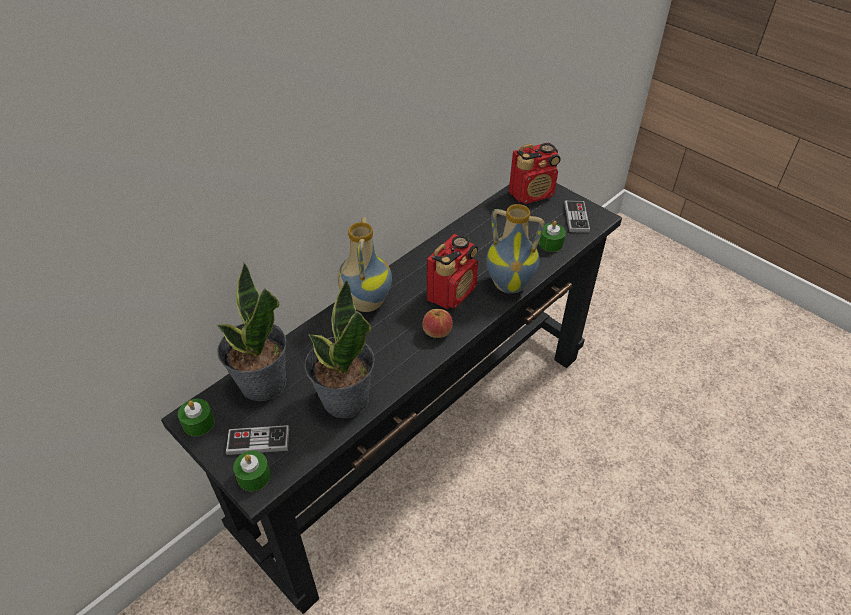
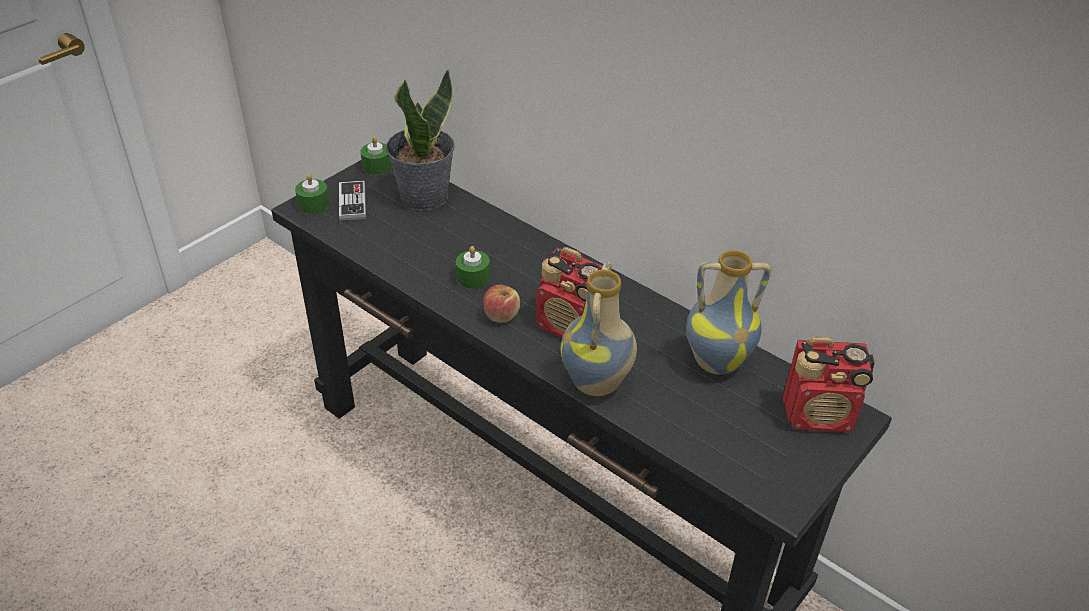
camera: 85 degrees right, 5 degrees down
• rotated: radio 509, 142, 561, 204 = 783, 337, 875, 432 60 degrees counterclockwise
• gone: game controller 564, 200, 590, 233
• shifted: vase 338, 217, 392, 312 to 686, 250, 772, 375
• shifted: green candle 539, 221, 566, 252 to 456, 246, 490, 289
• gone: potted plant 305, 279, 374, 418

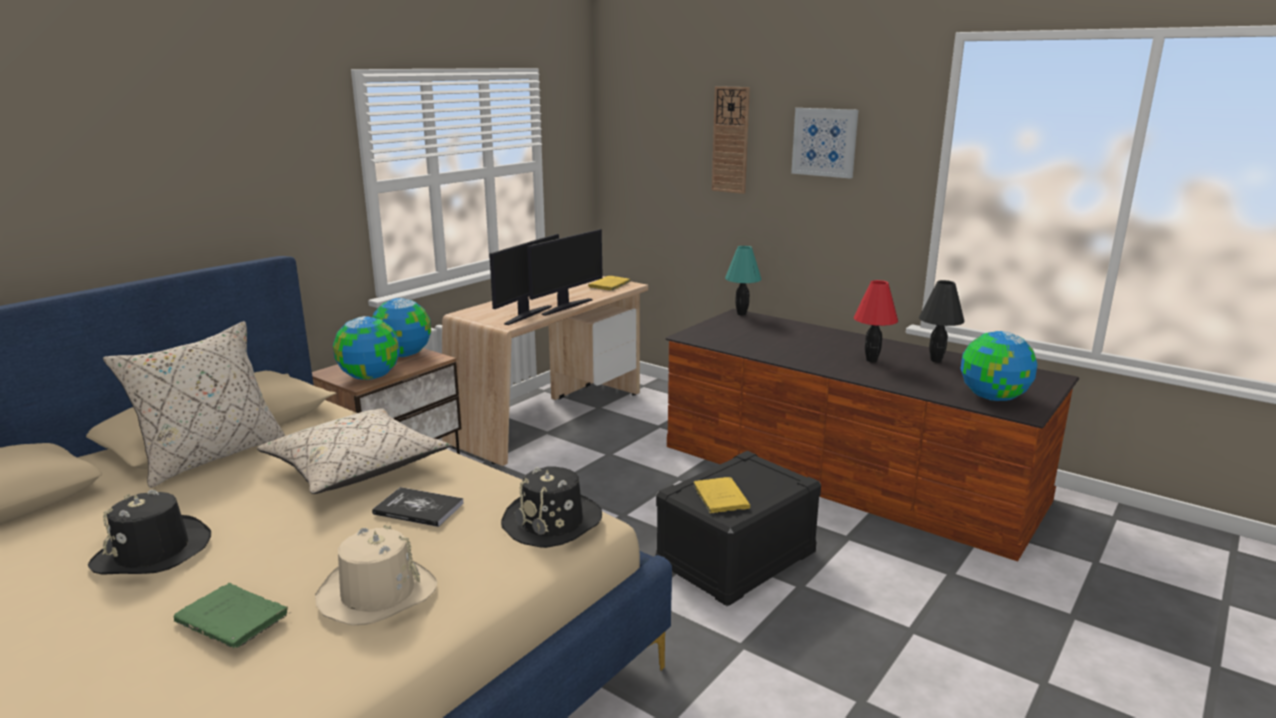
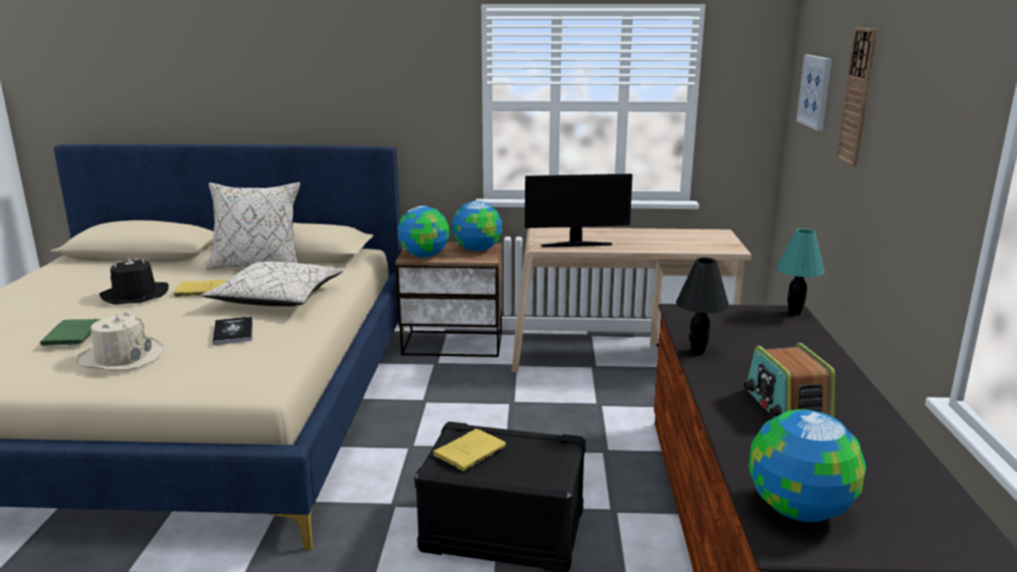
camera: 55 degrees right, 0 degrees up
• shifted: picture 791, 108, 858, 179 to 796, 55, 832, 131
• gone: monitor 527, 229, 603, 316
• shifted: yellow book 588, 276, 631, 291 to 174, 280, 227, 297
• swapped: red table lamp 854, 280, 898, 362 to radio 744, 343, 835, 418
• shifted: black table lamp 919, 280, 964, 363 to 676, 257, 729, 355
• gone: black hat 501, 466, 602, 548

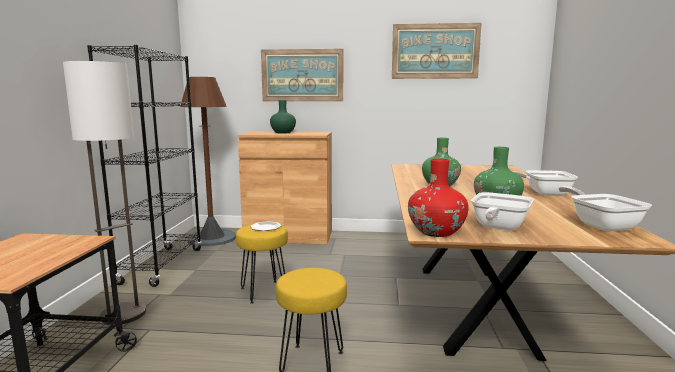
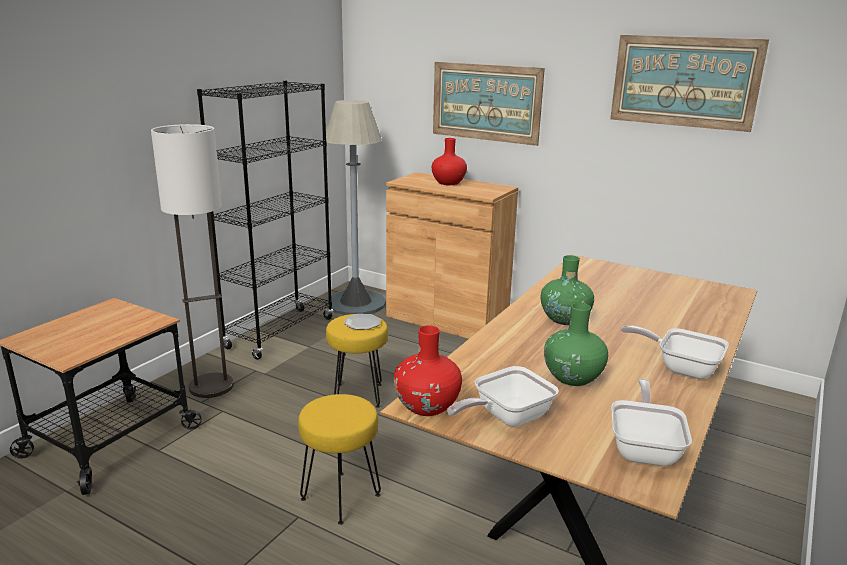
camera: 25 degrees right, 10 degrees up
• repainted: brown floor lamp 180, 77, 236, 247 to grey floor lamp 326, 100, 386, 315
• repainted: green vase 270, 100, 296, 133 to red vase 432, 138, 467, 185

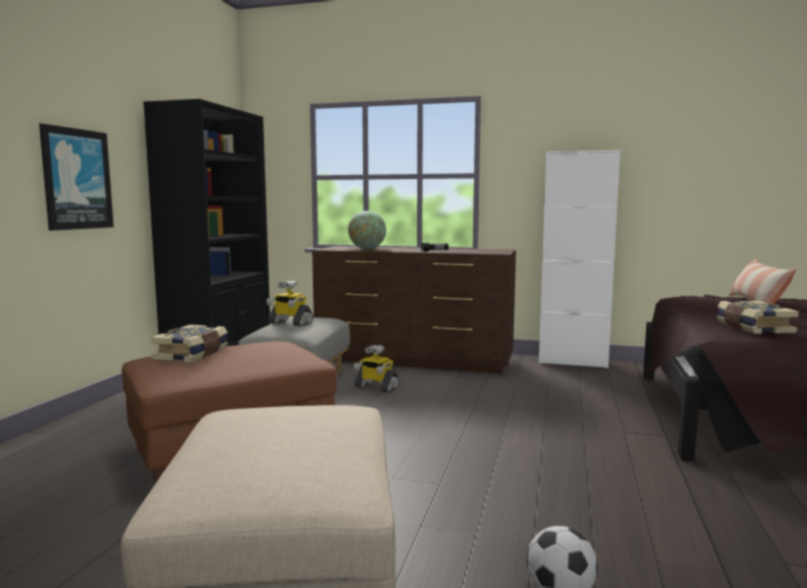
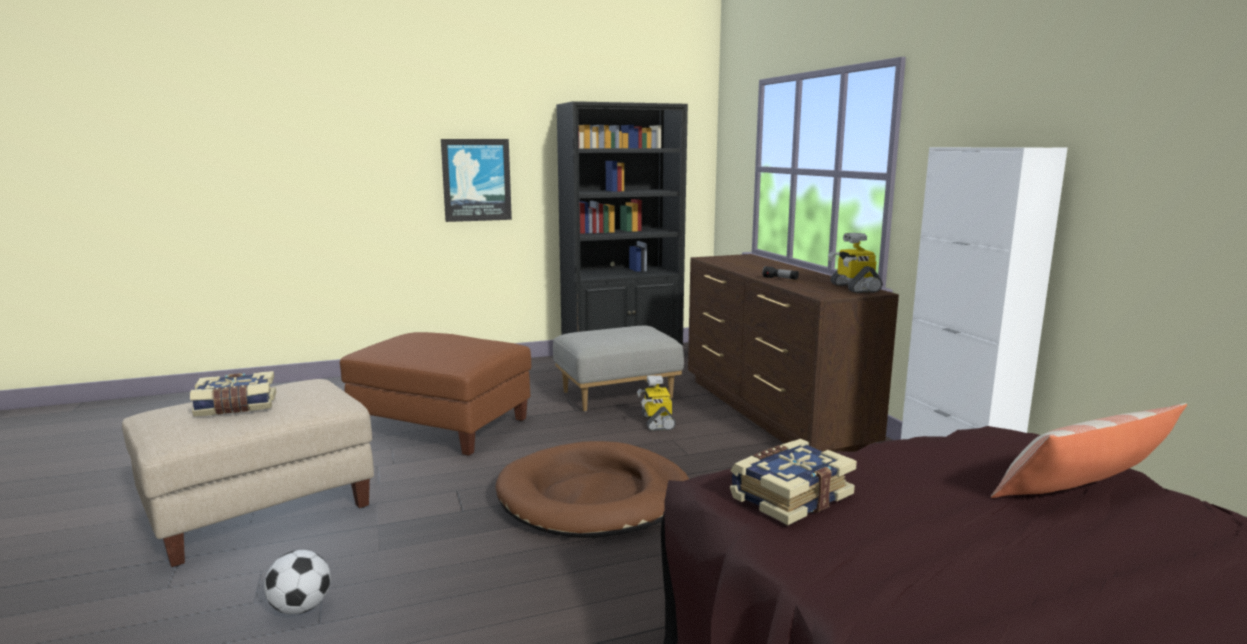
camera: 55 degrees right, 5 degrees up
• gone: globe 348, 211, 386, 249
• shifted: toy robot 266, 280, 313, 326 to 828, 233, 883, 293
• shifted: book 151, 325, 228, 363 to 190, 371, 276, 416
• new: brown dog bed 495, 441, 689, 538

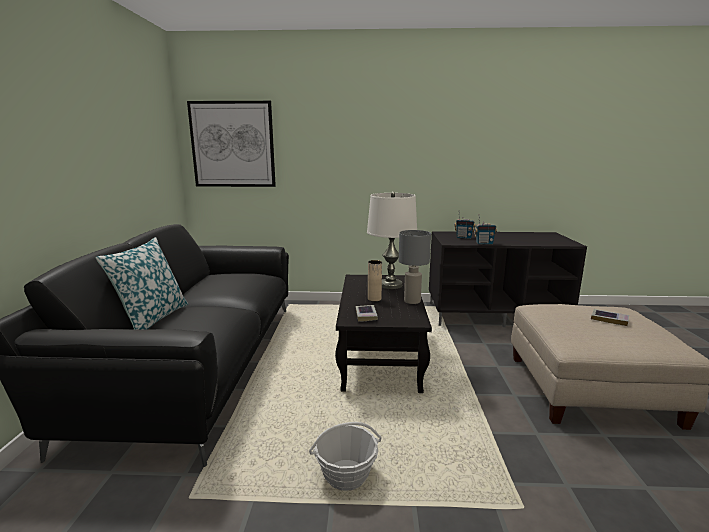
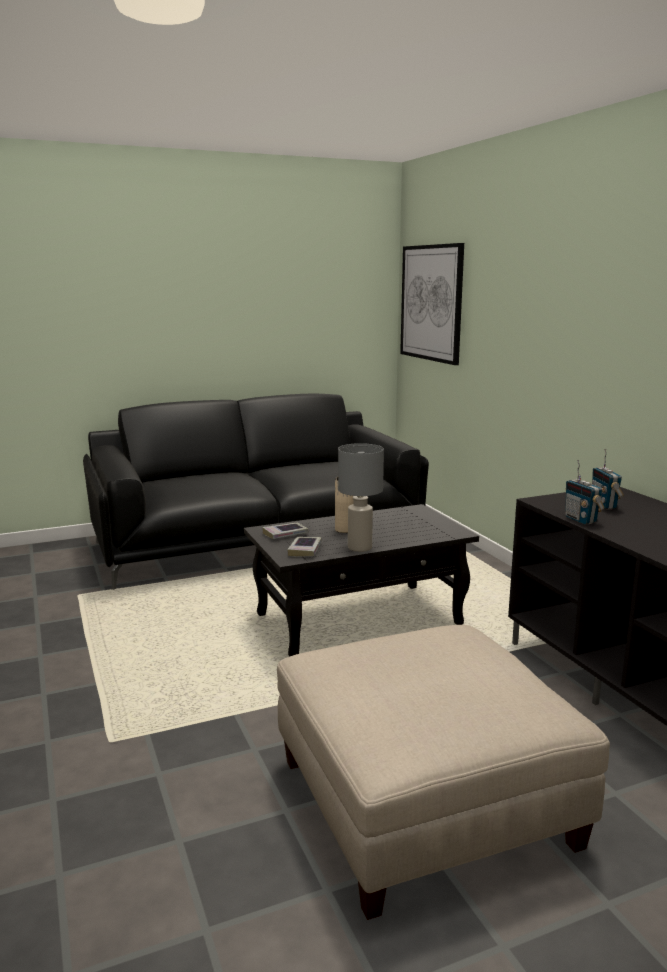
camera: 65 degrees right, 0 degrees up
• gone: white table lamp 367, 192, 417, 289
• gone: pillow 95, 237, 188, 330
• shifted: book 591, 309, 629, 326 to 287, 537, 322, 556
• gone: basket 309, 422, 381, 491

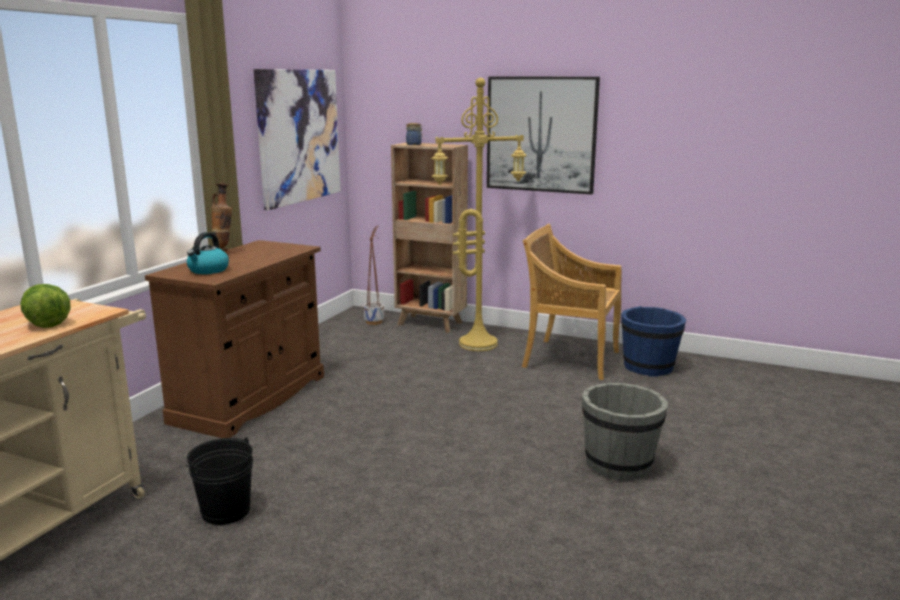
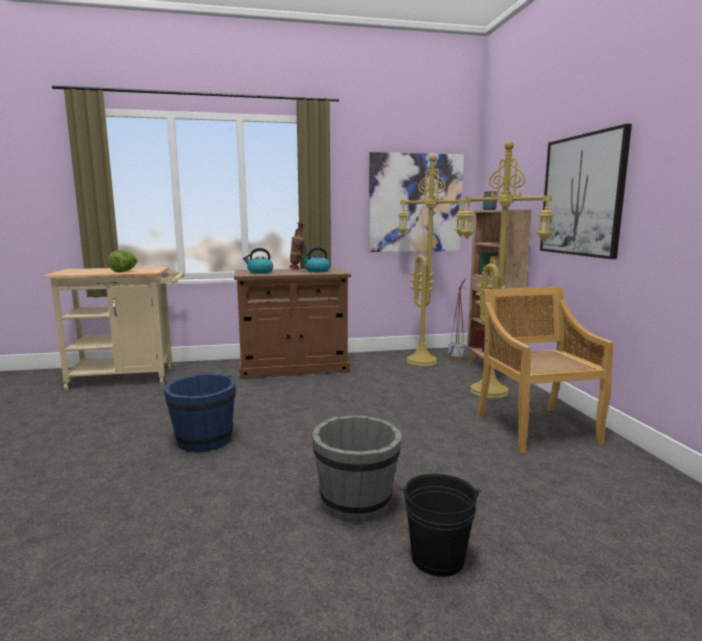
camera: 55 degrees right, 5 degrees down
• shifted: blue bucket 621, 306, 686, 376 to 163, 373, 236, 453
• shifted: black bucket 186, 437, 253, 525 to 400, 474, 481, 577
• new: yellow floor lamp 397, 154, 466, 366
• new: kettle 302, 247, 330, 272

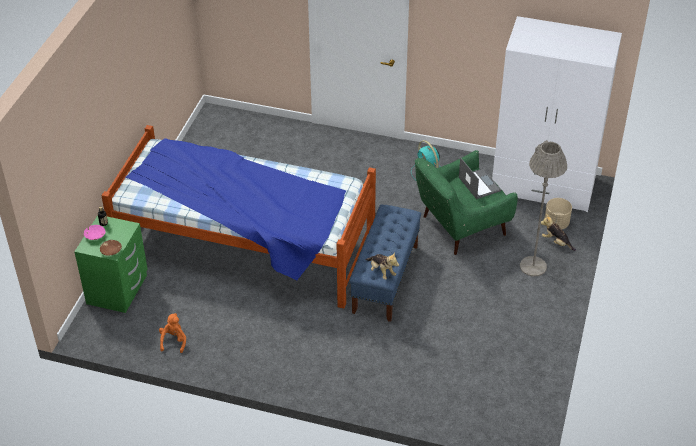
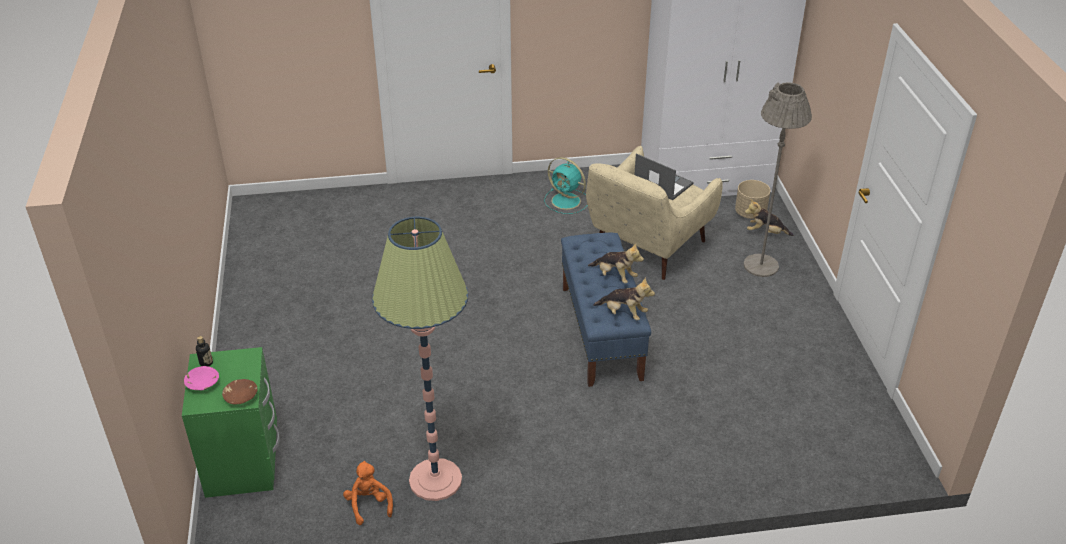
camera: 25 degrees left, 5 degrees down
• gone: bed 101, 125, 376, 309
• repainted: green armchair 415, 150, 518, 255 to beige armchair 586, 146, 723, 280
• new: floor lamp 372, 217, 468, 501
• new: plush toy 588, 243, 644, 283

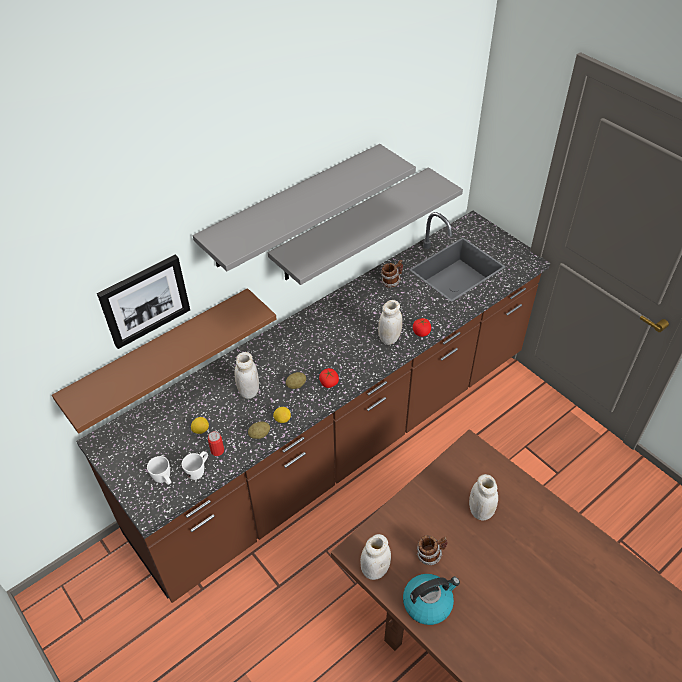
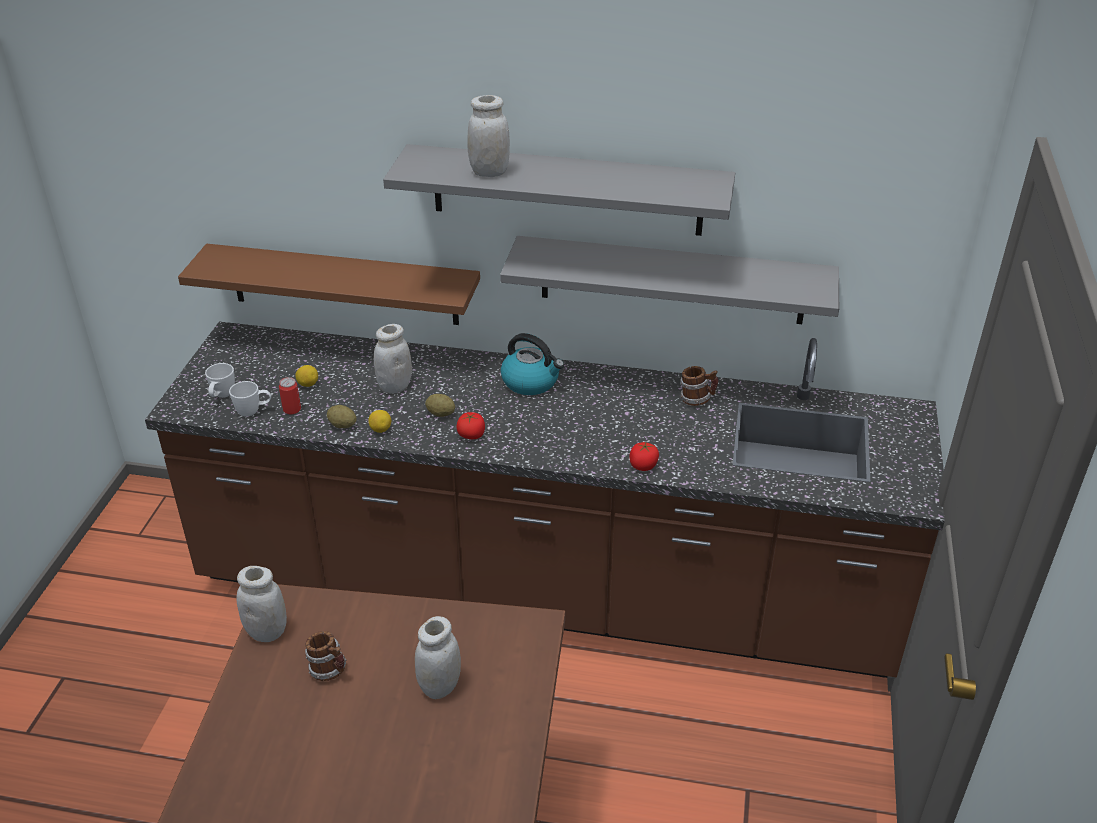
camera: 50 degrees right, 10 degrees down
• gone: picture 97, 255, 190, 349
• shifted: white jar 378, 300, 403, 345 to 467, 95, 510, 177
• shifted: kettle 403, 574, 460, 625 to 501, 333, 564, 395

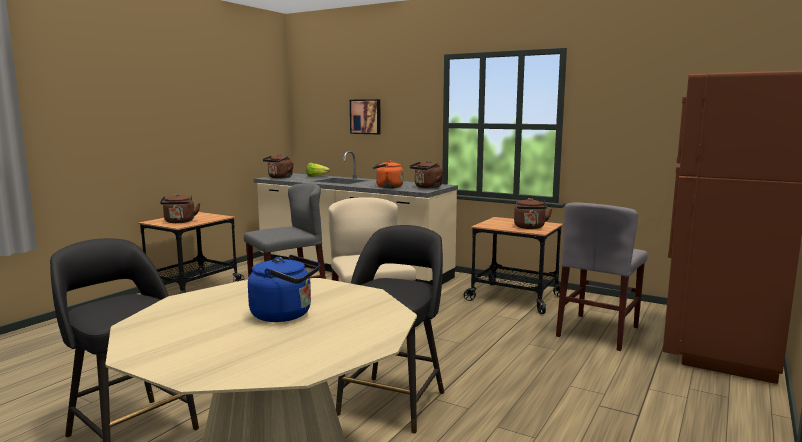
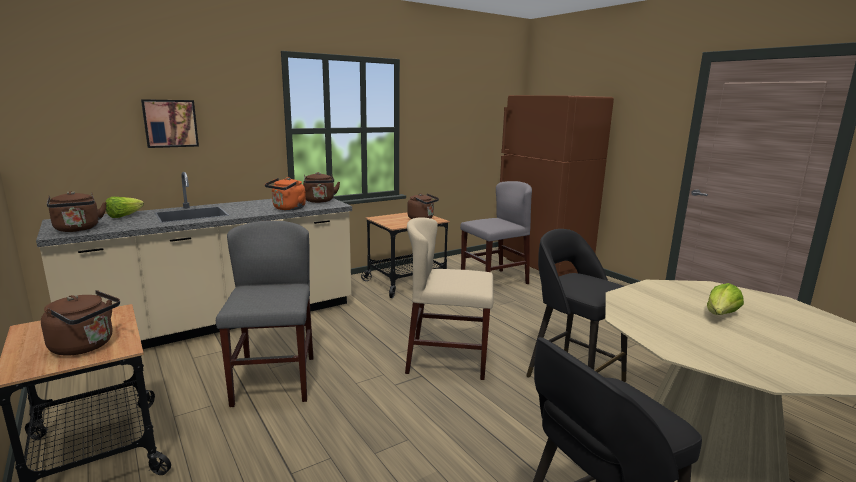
camera: 65 degrees left, 5 degrees up
• rotated: grey chair 556, 202, 648, 351 = 460, 181, 532, 284 90 degrees counterclockwise
• swapped: blue kettle 248, 255, 320, 322 to lettuce 707, 283, 744, 315

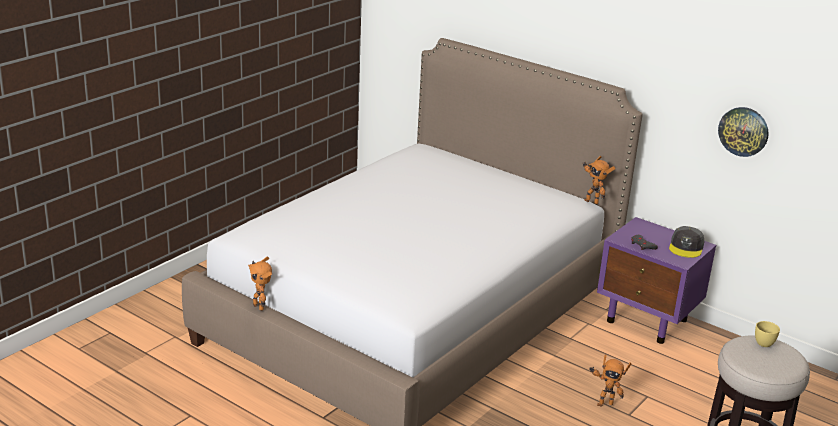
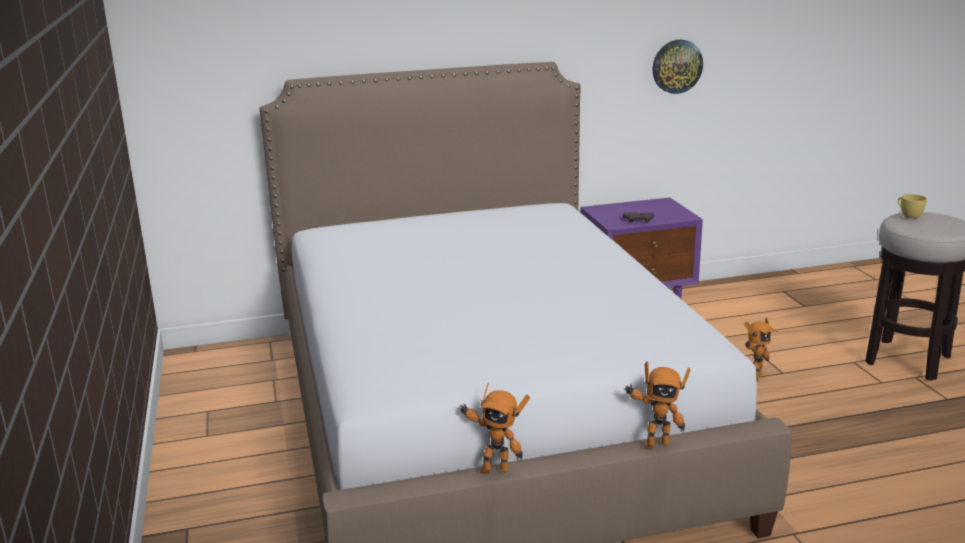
camera: 50 degrees left, 5 degrees down
• shifted: toy robot 582, 156, 615, 204 to 624, 362, 690, 450
• gone: grey cap 669, 226, 705, 258

